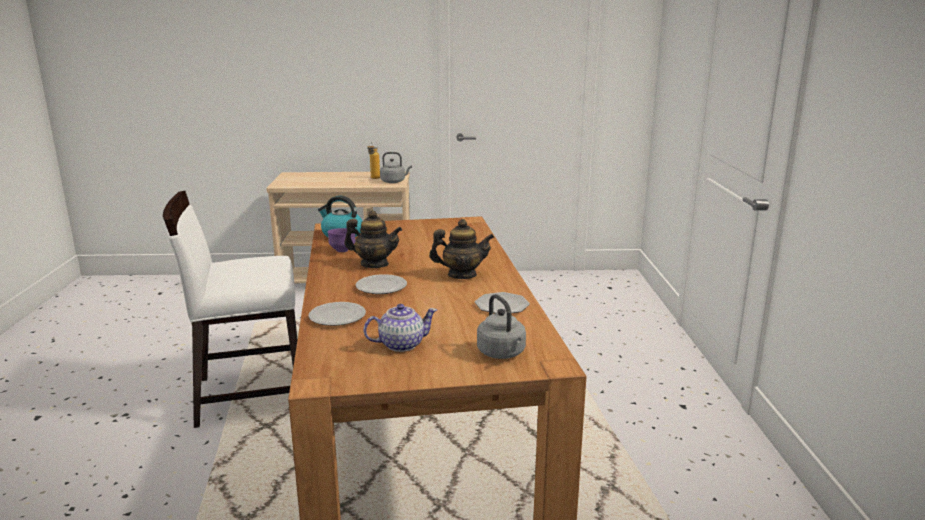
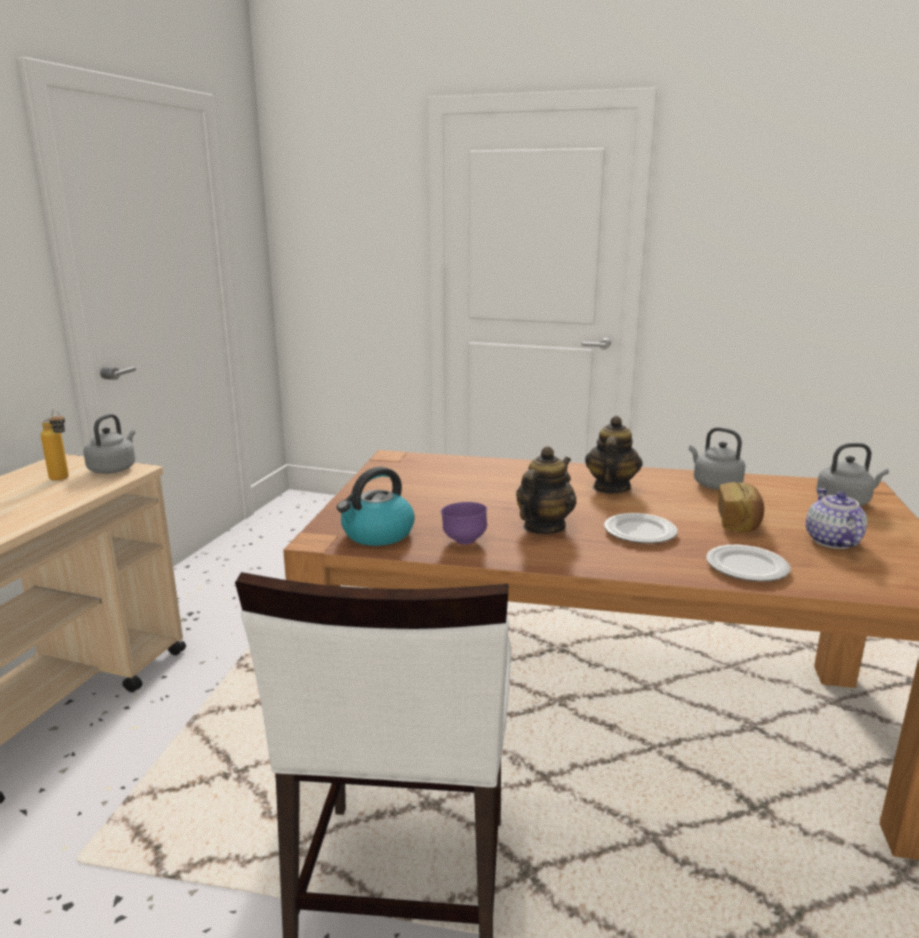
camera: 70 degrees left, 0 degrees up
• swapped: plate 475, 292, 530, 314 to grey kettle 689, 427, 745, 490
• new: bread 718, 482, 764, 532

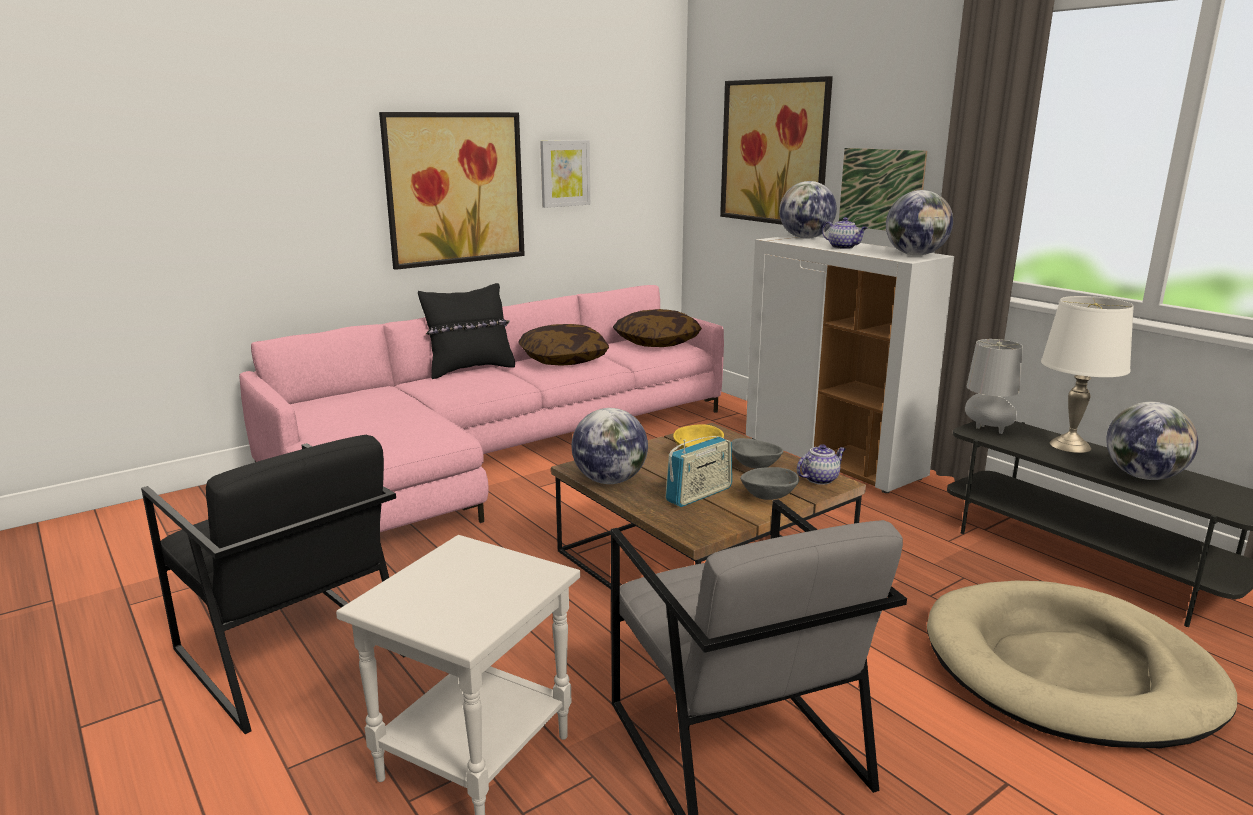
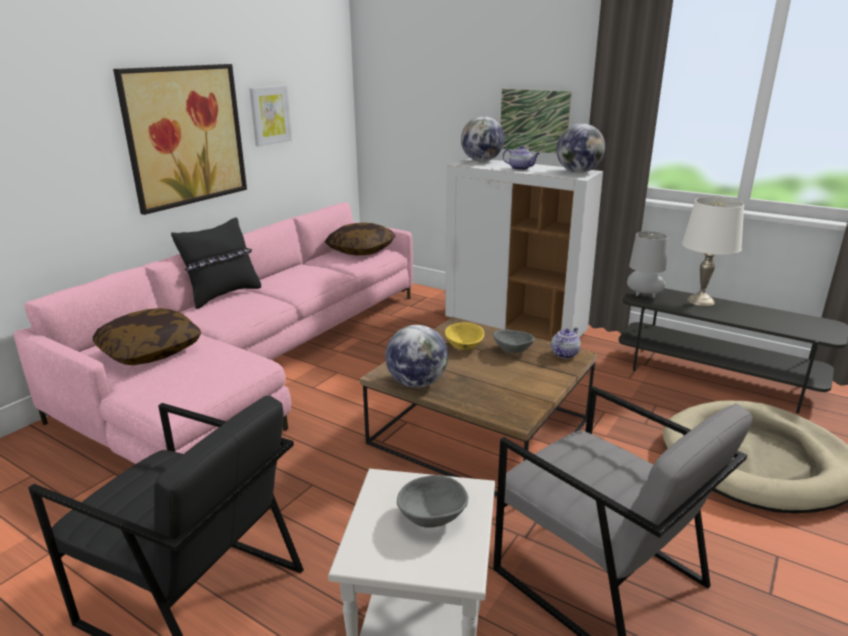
camera: 20 degrees left, 5 degrees up
• gone: picture 720, 76, 833, 225
• shifted: pillow 519, 324, 609, 366 to 93, 308, 201, 365
• gone: globe 1106, 402, 1198, 480
• gone: radio 665, 436, 732, 507
• shifted: grey bowl 740, 467, 799, 500 to 397, 475, 468, 528

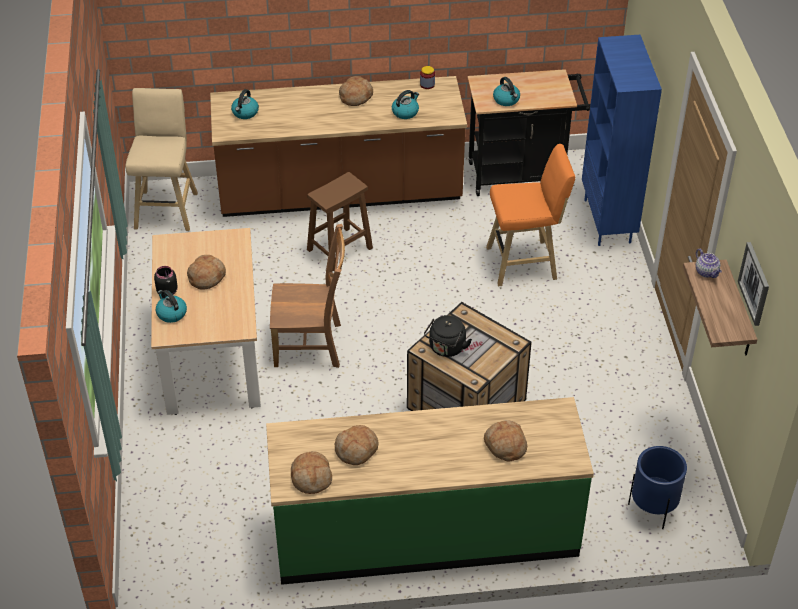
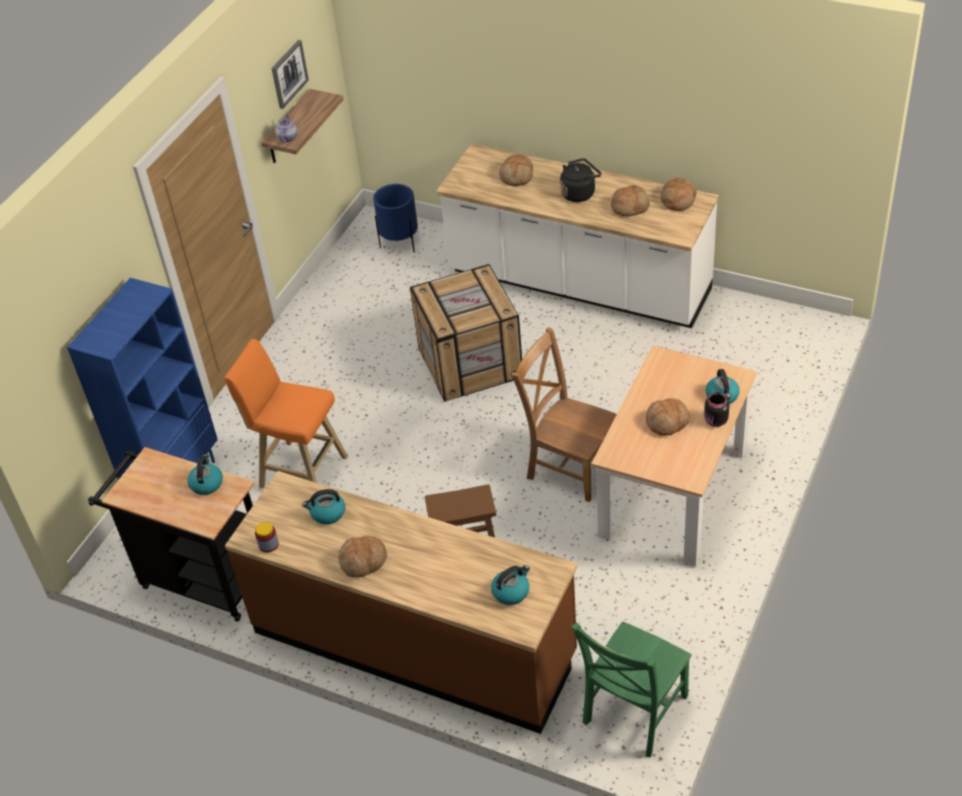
camera: 145 degrees left, 0 degrees up
• swapped: beige stool 125, 88, 198, 231 to green chair 571, 621, 692, 758
• shifted: black kettle 424, 315, 472, 357 to 560, 158, 601, 202
• repainted: green counter 266, 397, 594, 585 to white counter 436, 144, 719, 328

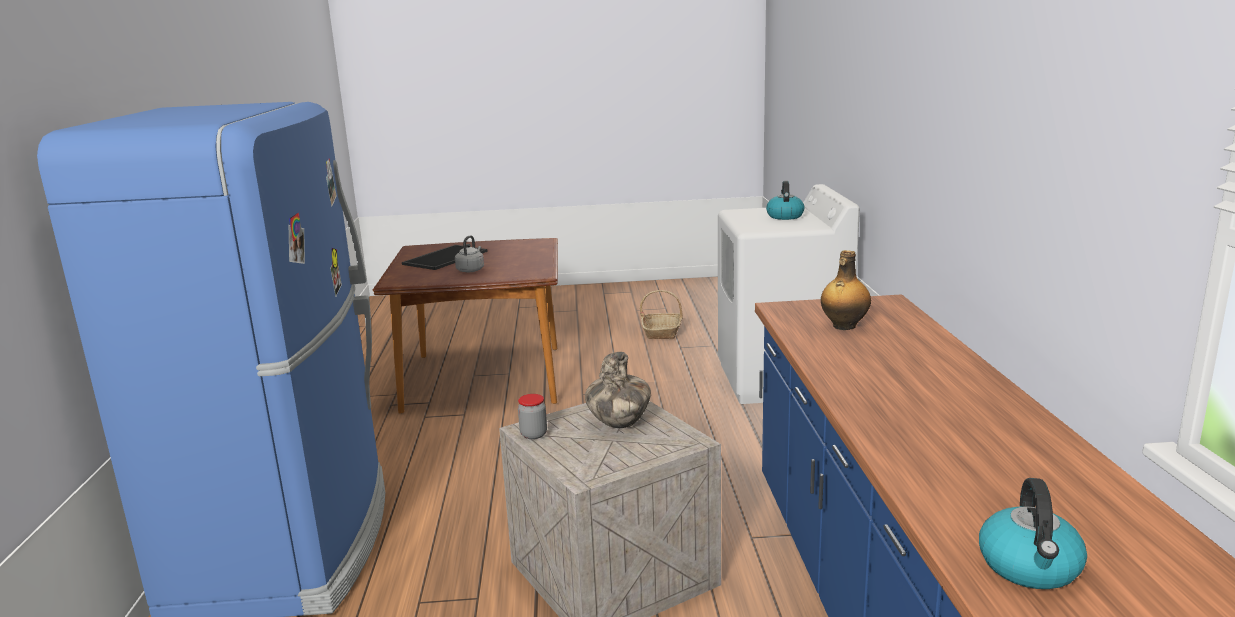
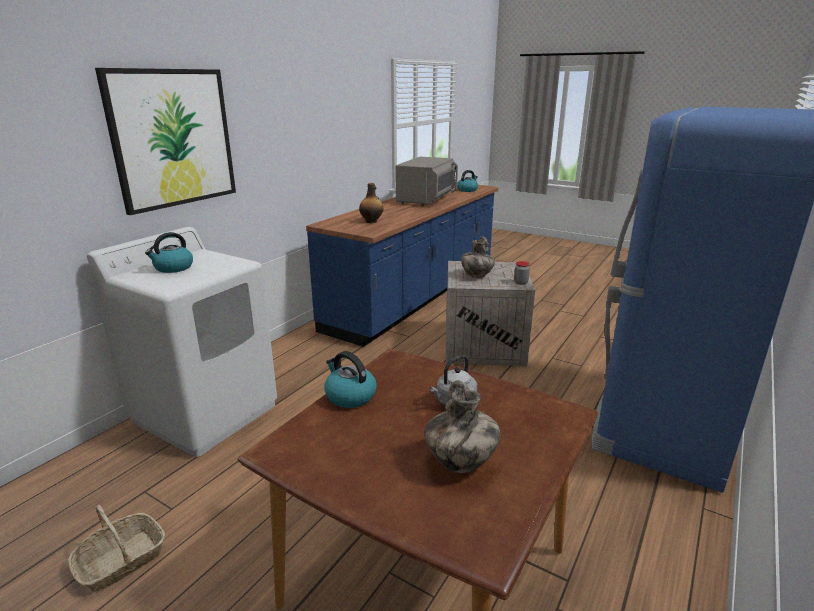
camera: 145 degrees left, 5 degrees up
• swapped: tray 402, 245, 488, 270 to vase 425, 380, 500, 473
• new: picture 95, 68, 236, 215
• new: grey microwave 395, 157, 458, 206
• new: kettle 324, 351, 377, 408

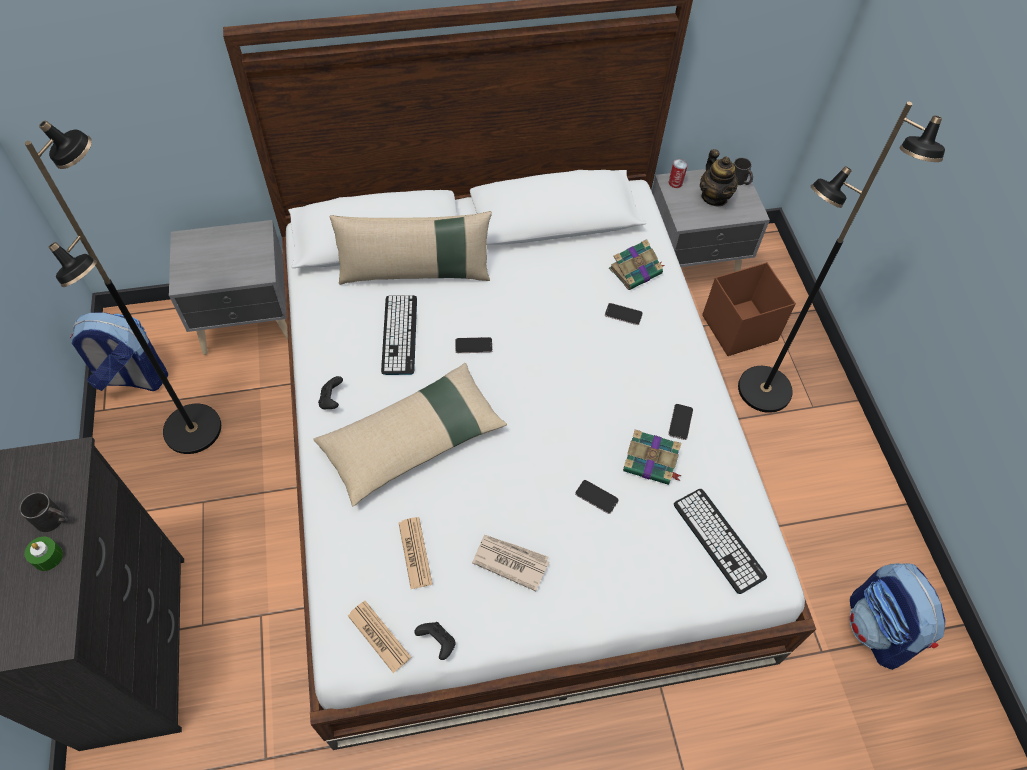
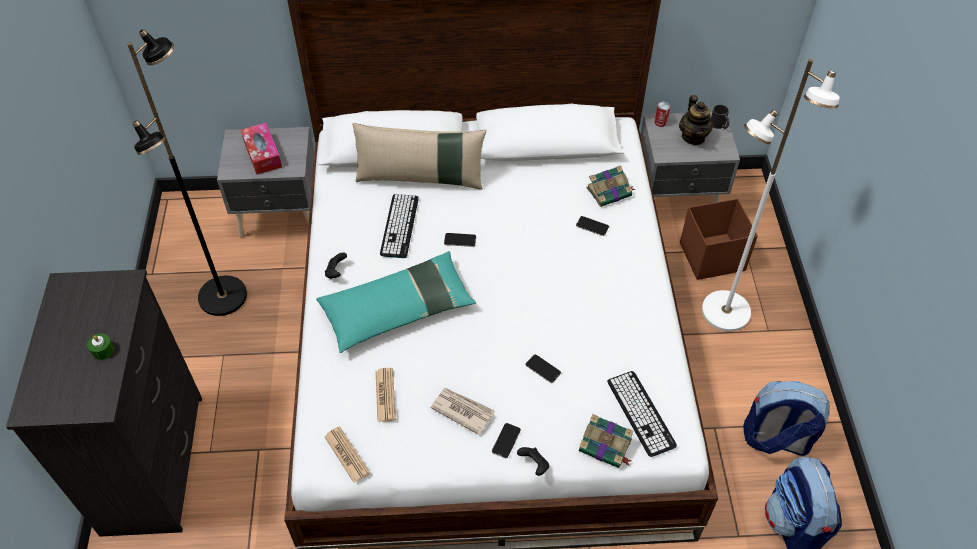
camera: 10 degrees right, 5 degrees down
• repainted: black floor lamp 738, 102, 945, 413 to white floor lamp 702, 59, 840, 331
• shifted: backpack 70, 312, 168, 391 to 743, 381, 830, 456
• repainted: beige pillow 313, 363, 507, 506 to turquoise pillow 316, 251, 476, 353
• shifted: phone 668, 404, 693, 440 to 492, 423, 521, 458
• shifted: book 623, 430, 682, 485 to 579, 414, 633, 468
• gone: black mug 19, 492, 69, 532
• shifted: black game controller 414, 622, 456, 660 to 517, 447, 549, 476
• new: tissue box 241, 123, 282, 175

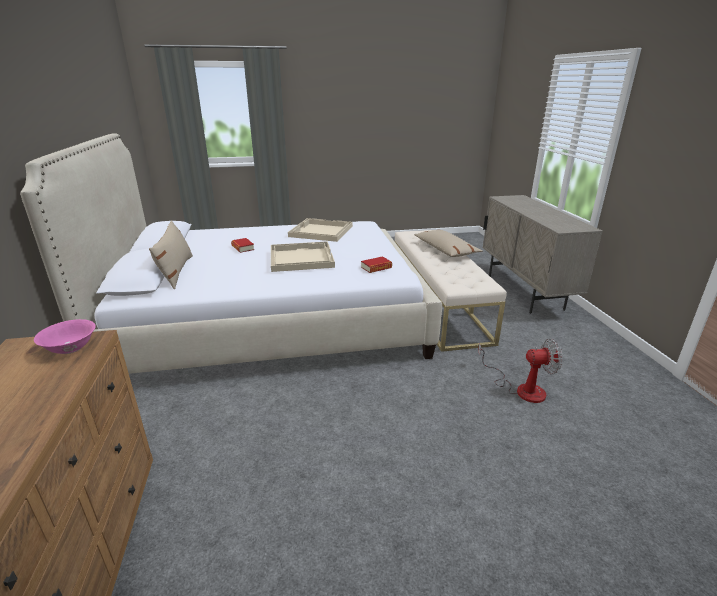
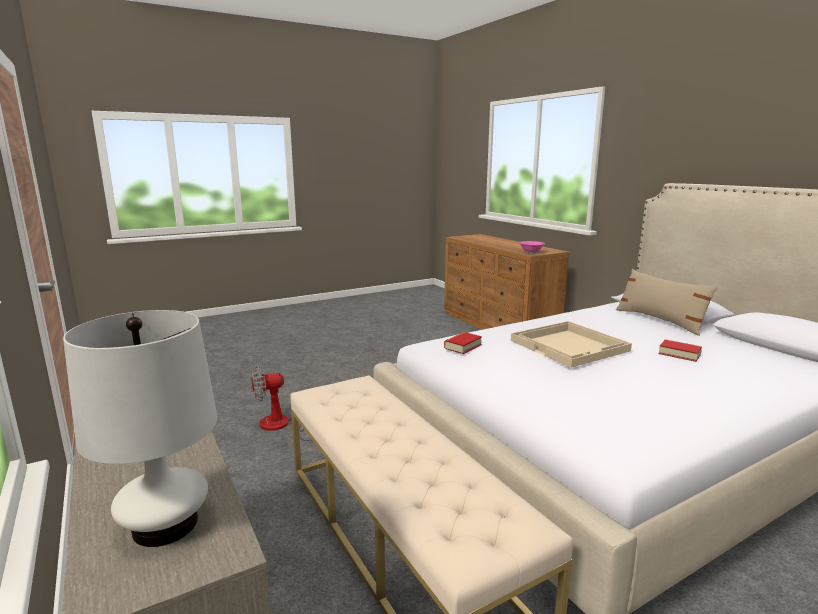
camera: 160 degrees right, 10 degrees down
• gone: beige tray 288, 218, 353, 242
• gone: beige pillow 414, 230, 483, 257
• new: white table lamp 63, 310, 217, 547

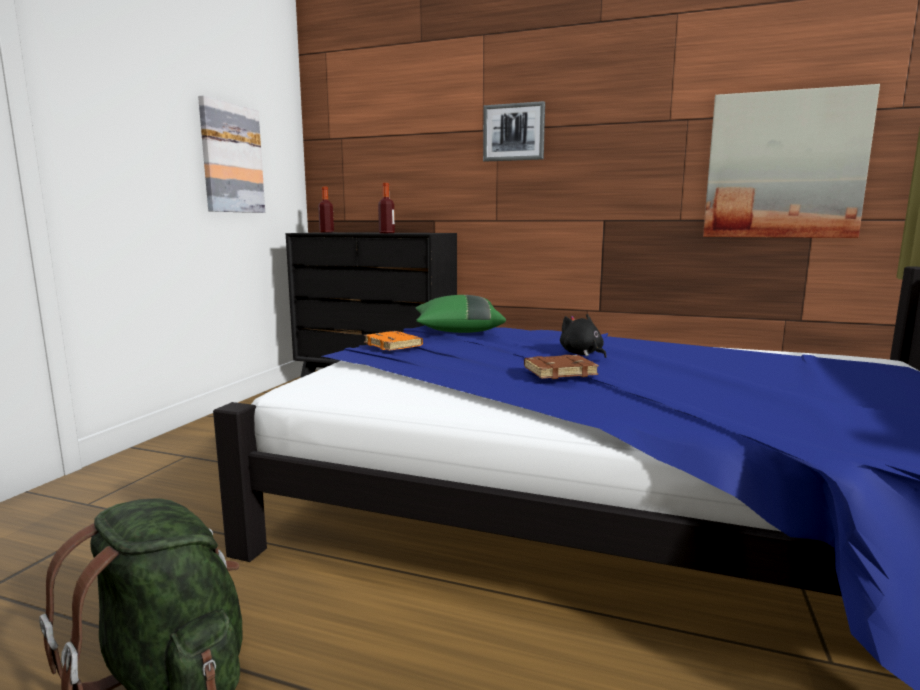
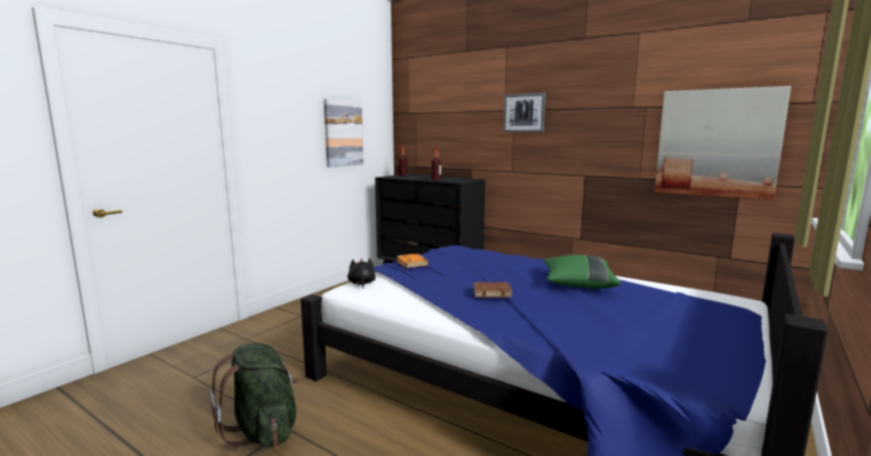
camera: 15 degrees right, 0 degrees up
• shifted: green pillow 416, 295, 506, 333 to 543, 255, 621, 289
• shifted: black plush toy 560, 314, 606, 358 to 348, 258, 376, 288

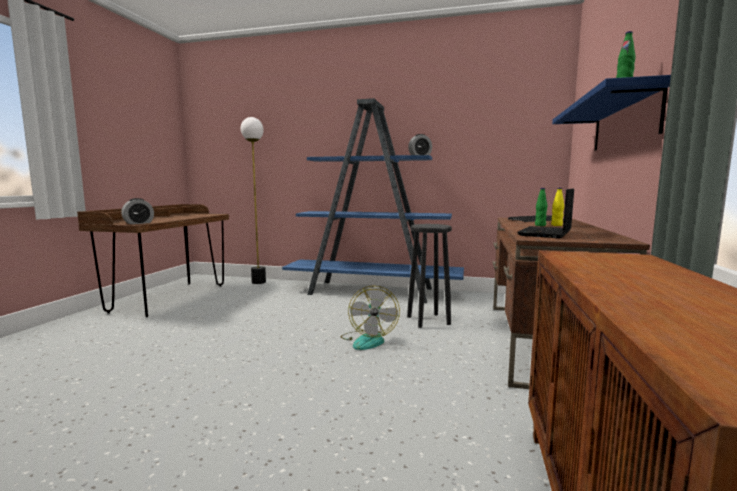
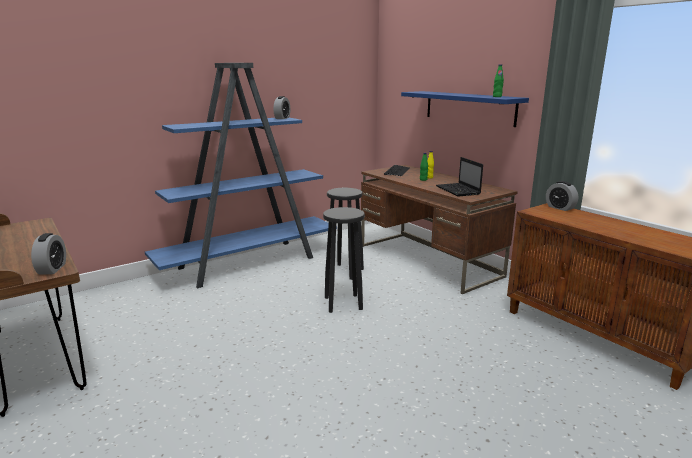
camera: 50 degrees left, 10 degrees up
• gone: floor lamp 241, 117, 266, 284
• swapped: fan 341, 286, 400, 350 to black stool 323, 207, 365, 313
• new: alarm clock 546, 181, 578, 211

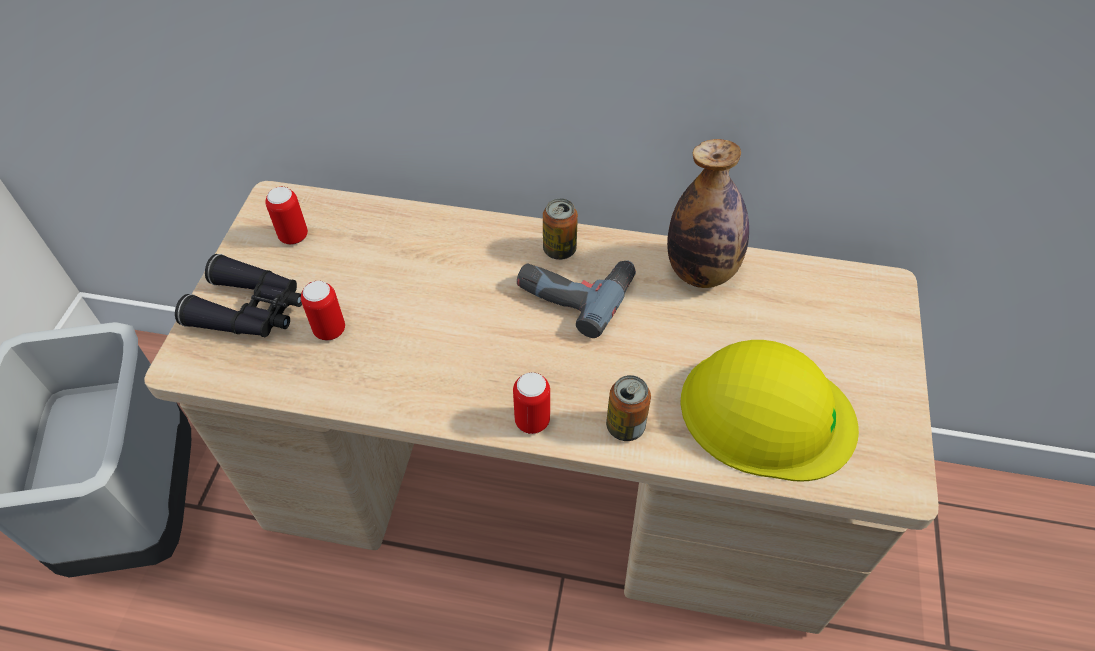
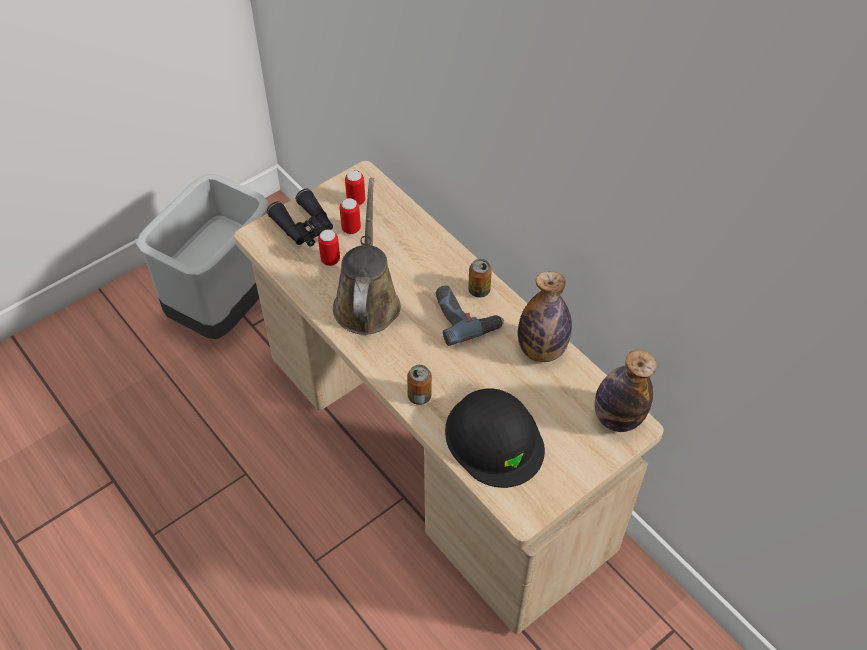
camera: 40 degrees right, 0 degrees up
• repainted: yellow hard hat 680, 340, 859, 482 to black hard hat 445, 388, 545, 488
• shifted: can 513, 372, 550, 434 to 340, 198, 361, 234
• new: brown watering can 333, 178, 401, 335
• new: bottle 594, 349, 657, 432

